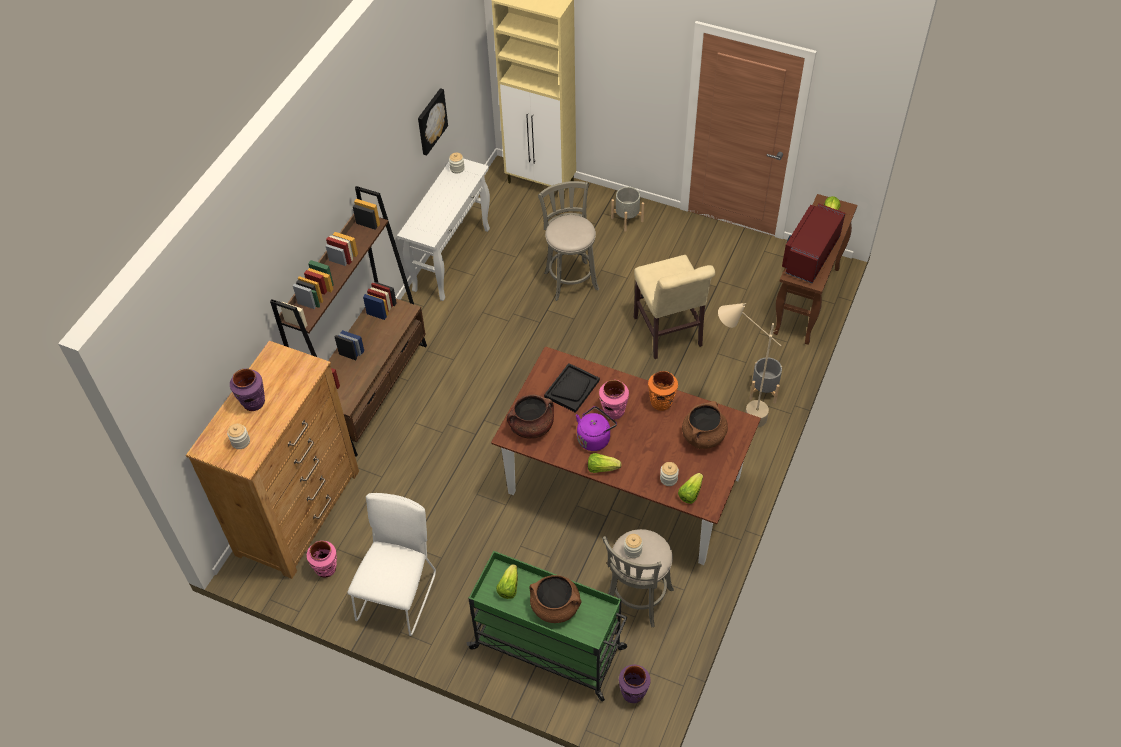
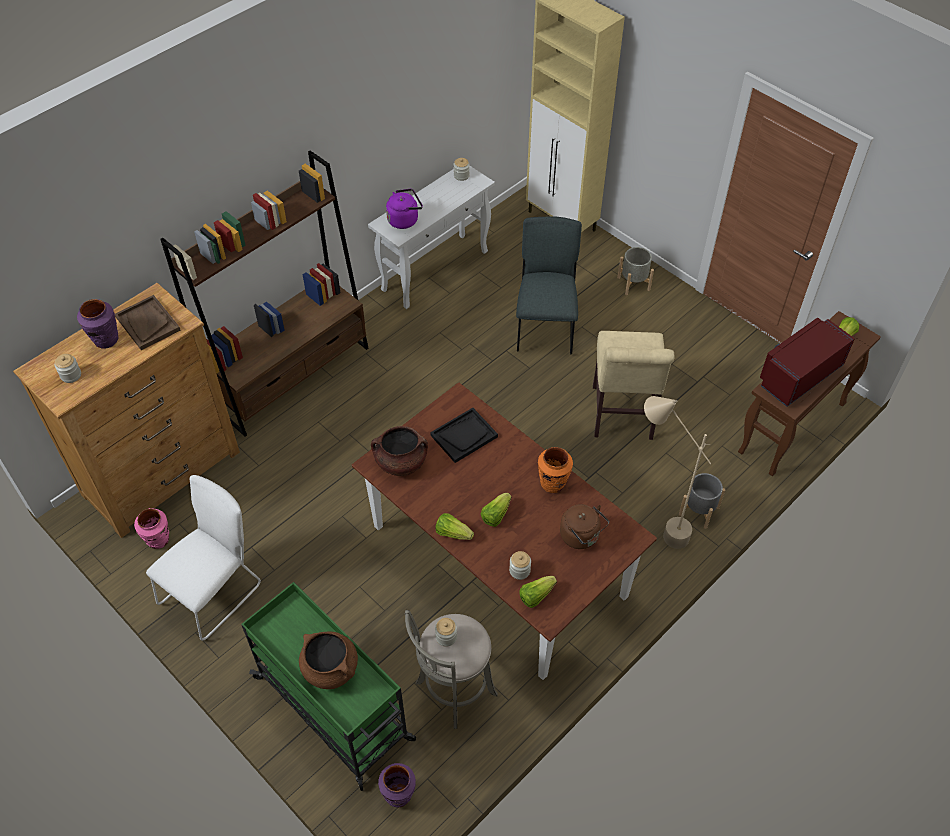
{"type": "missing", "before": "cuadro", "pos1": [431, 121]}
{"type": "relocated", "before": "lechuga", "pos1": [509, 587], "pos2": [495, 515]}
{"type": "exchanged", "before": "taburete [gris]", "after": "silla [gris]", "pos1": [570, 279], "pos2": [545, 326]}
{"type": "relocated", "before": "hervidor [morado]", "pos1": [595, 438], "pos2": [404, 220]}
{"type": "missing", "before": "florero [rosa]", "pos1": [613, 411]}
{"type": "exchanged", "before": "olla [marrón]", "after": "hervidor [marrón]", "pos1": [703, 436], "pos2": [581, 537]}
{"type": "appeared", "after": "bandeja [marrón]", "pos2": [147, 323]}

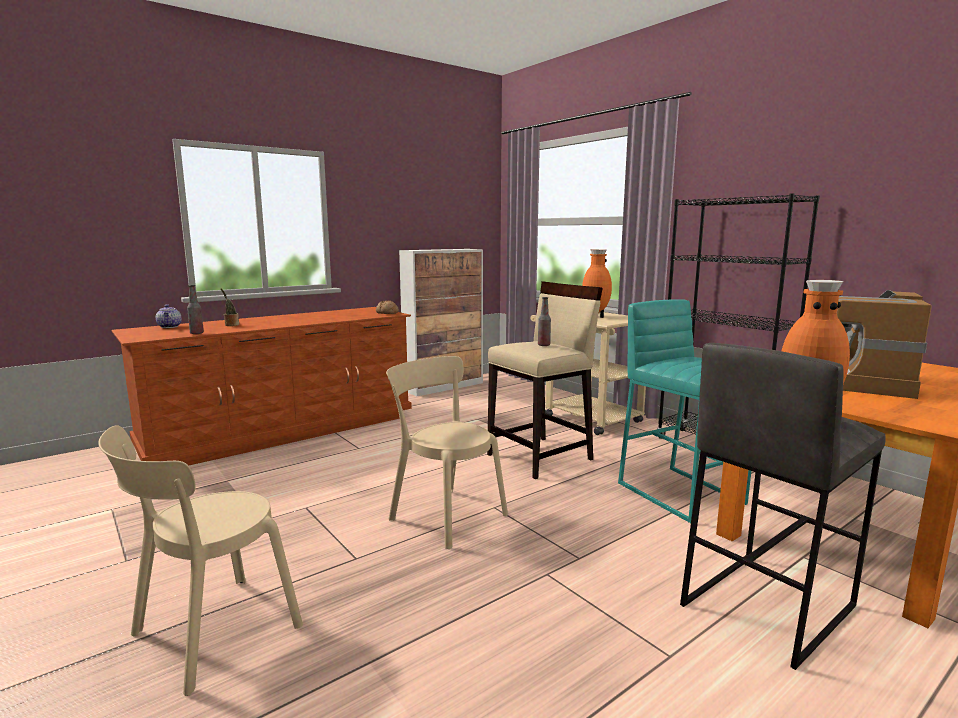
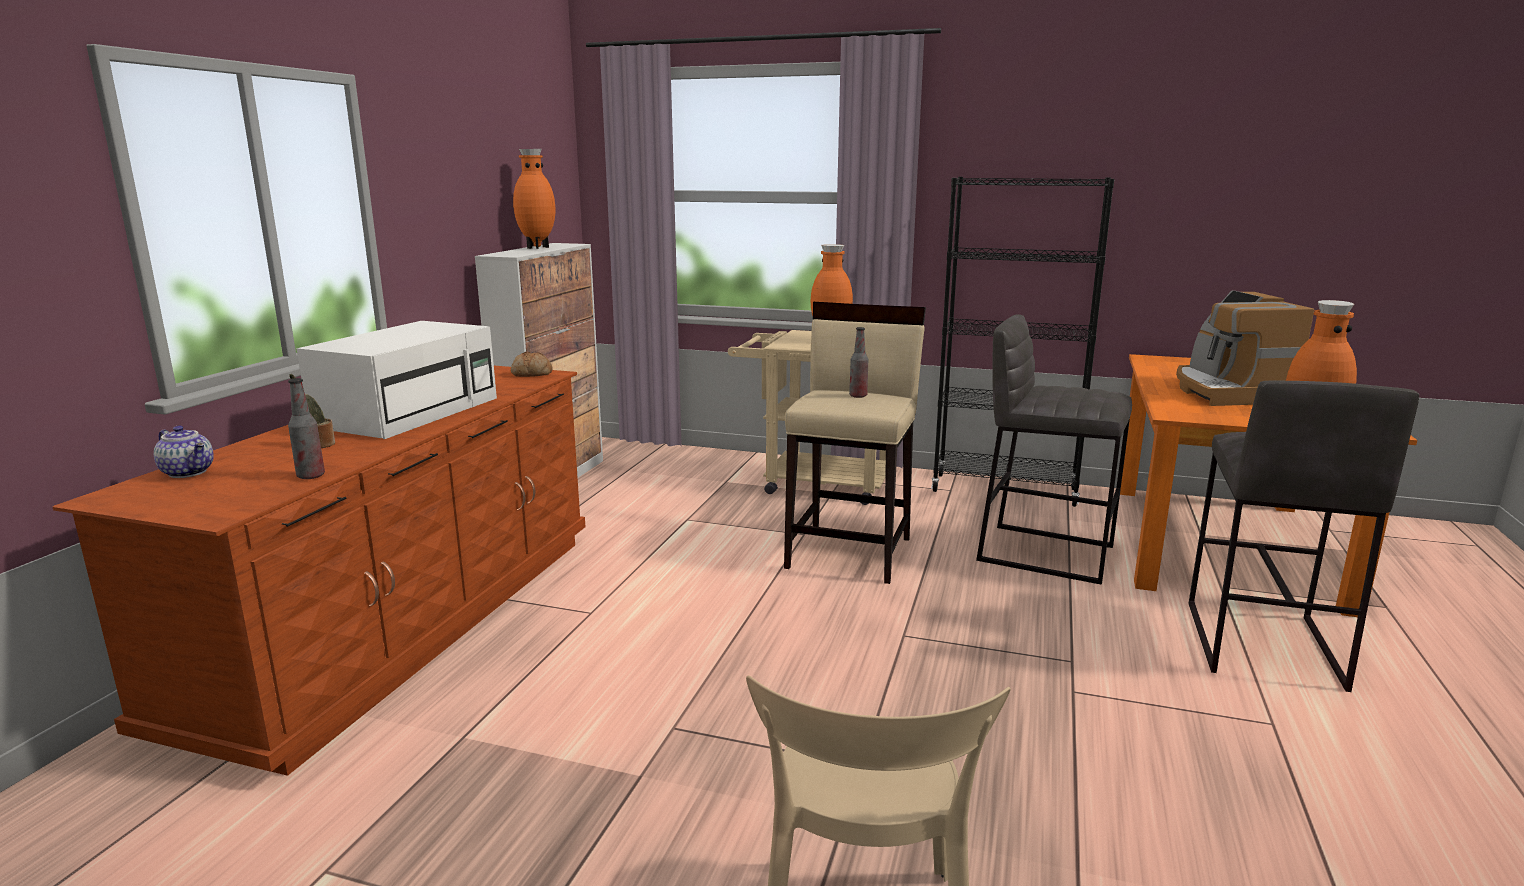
{"type": "missing", "before": "silla [beis]", "pos1": [445, 515]}
{"type": "colour", "before": "taburete [turquesa]", "after": "taburete [gris]", "pos1": [680, 492], "pos2": [1044, 552]}
{"type": "appeared", "after": "microondas [blanco]", "pos2": [410, 411]}
{"type": "appeared", "after": "florero [naranja]", "pos2": [537, 247]}

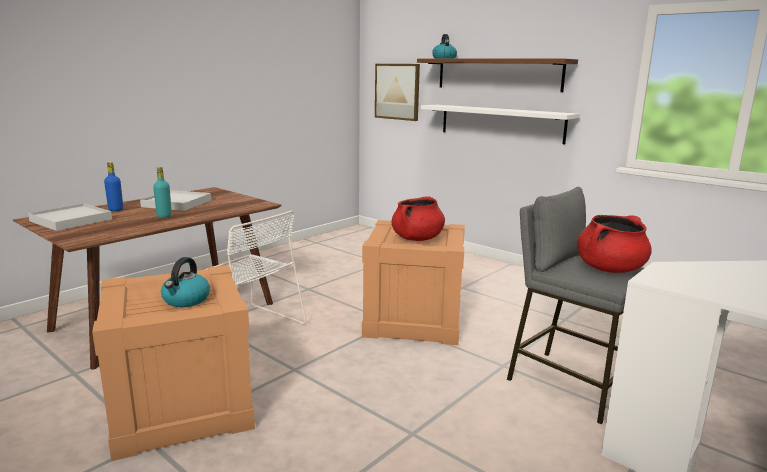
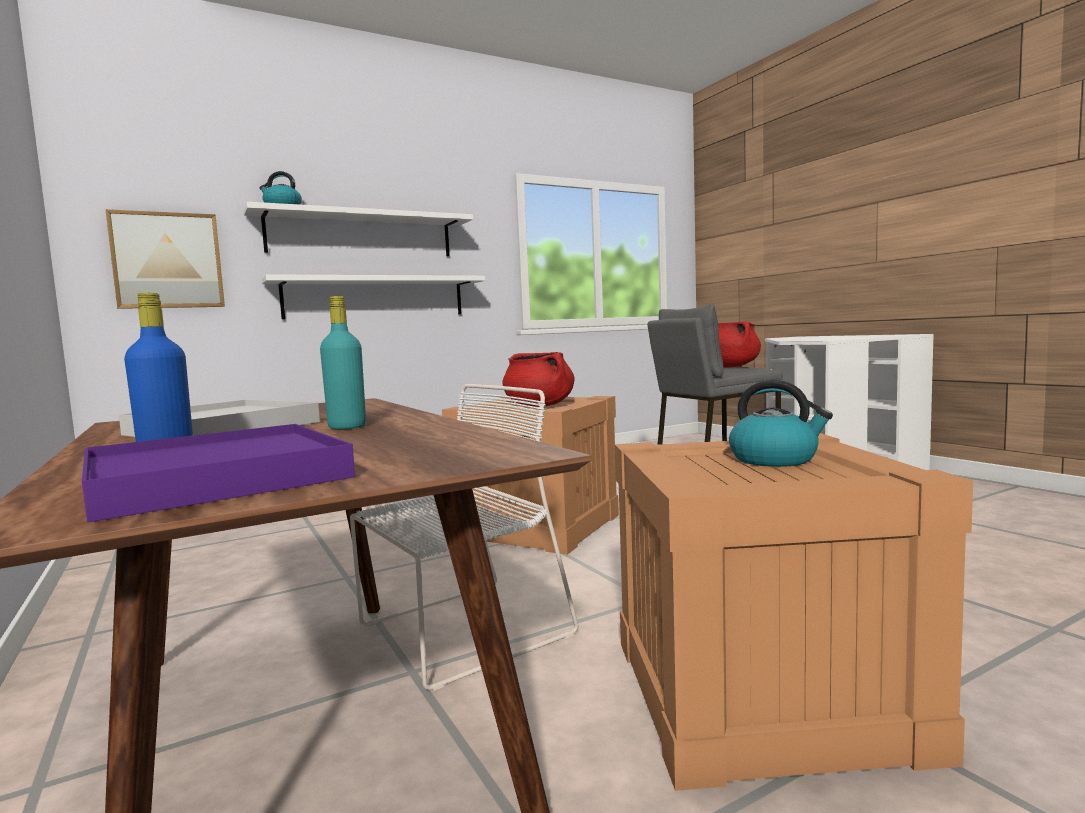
{"type": "colour", "before": "bandeja [blanco]", "after": "bandeja [morado]", "pos1": [71, 220], "pos2": [217, 478]}
{"type": "colour", "before": "estante [marrón]", "after": "estante [blanco]", "pos1": [497, 74], "pos2": [361, 235]}

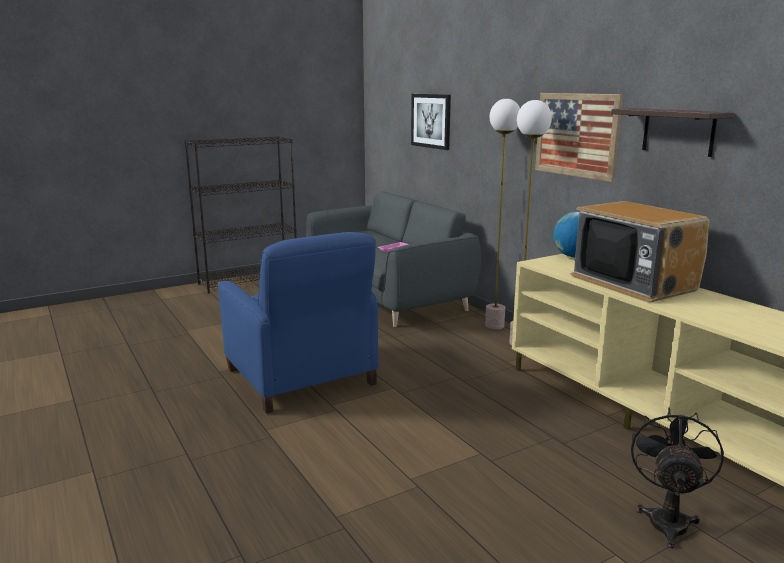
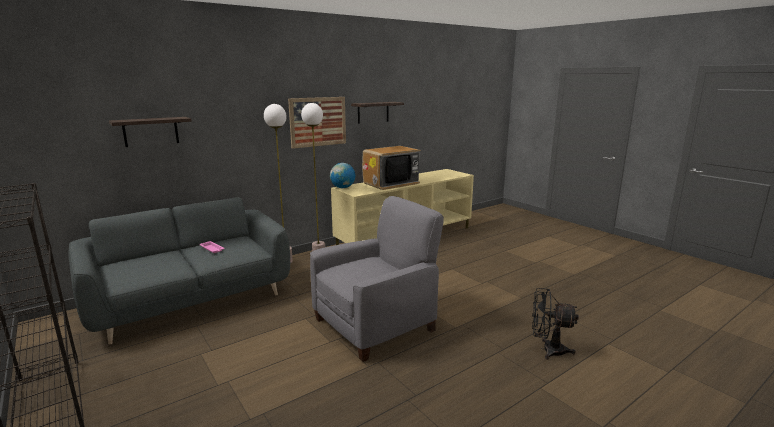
{"type": "colour", "before": "sillón [azul]", "after": "sillón [gris]", "pos1": [301, 377], "pos2": [375, 324]}
{"type": "exchanged", "before": "cuadro", "after": "estante", "pos1": [431, 121], "pos2": [151, 131]}
{"type": "relocated", "before": "ventilador [negro]", "pos1": [667, 519], "pos2": [547, 350]}

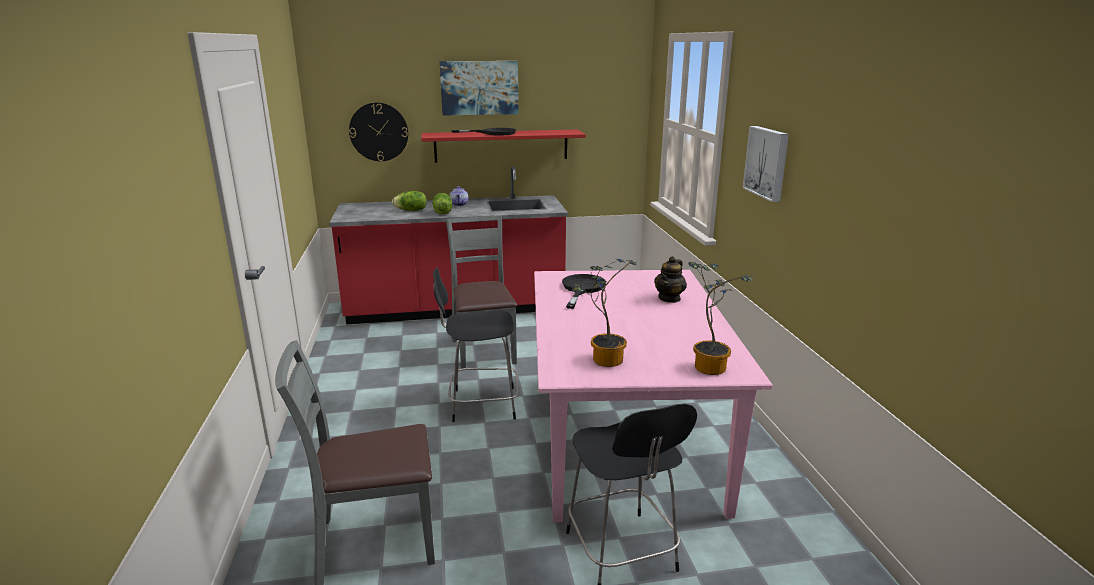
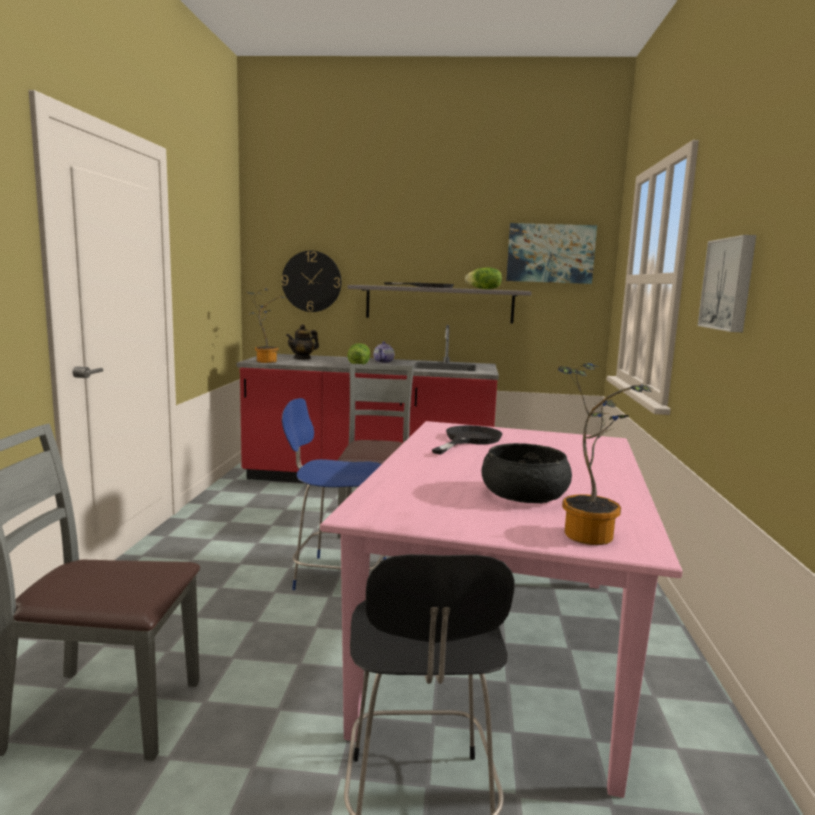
{"type": "relocated", "before": "lechuga", "pos1": [411, 211], "pos2": [484, 289]}
{"type": "colour", "before": "estante [rojo]", "after": "estante [gris]", "pos1": [501, 146], "pos2": [439, 304]}
{"type": "colour", "before": "taburete [negro]", "after": "taburete [azul]", "pos1": [481, 404], "pos2": [337, 576]}
{"type": "relocated", "before": "cuadro", "pos1": [479, 88], "pos2": [550, 253]}
{"type": "relocated", "before": "planta en maceta", "pos1": [603, 359], "pos2": [265, 361]}
{"type": "relocated", "before": "tetera", "pos1": [669, 298], "pos2": [302, 358]}
{"type": "appeared", "after": "cuenco [negro]", "pos2": [524, 494]}

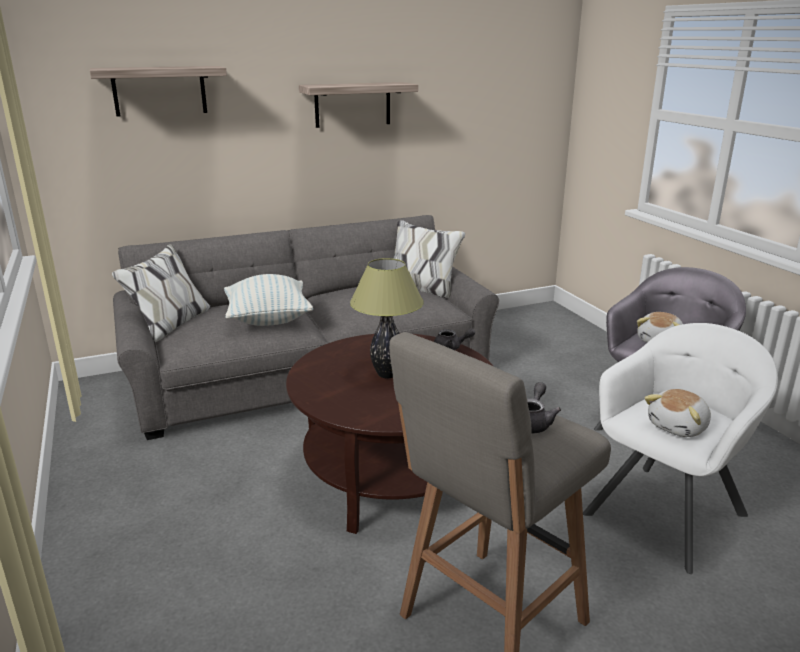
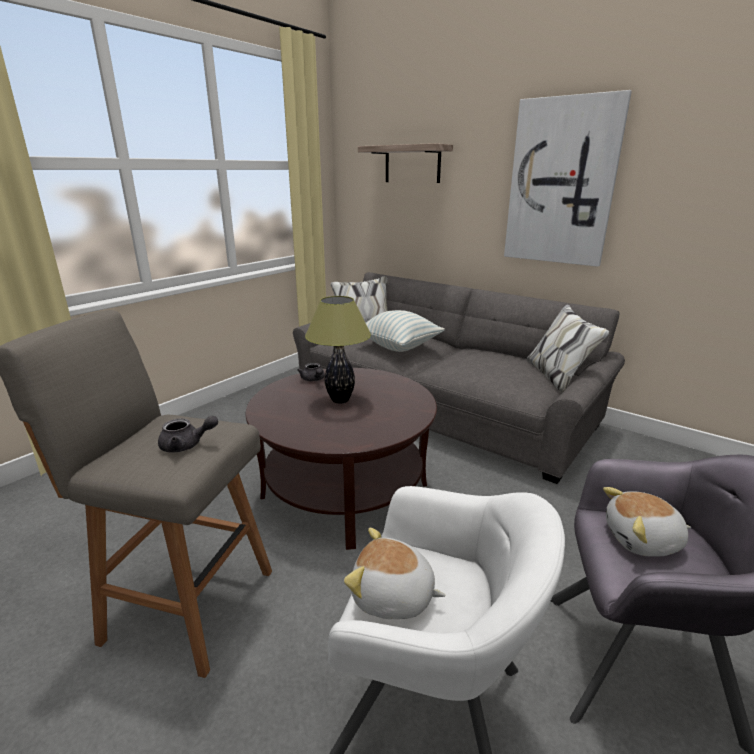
{"type": "exchanged", "before": "estante", "after": "cuadro", "pos1": [352, 104], "pos2": [561, 183]}
{"type": "relocated", "before": "tetera [gris]", "pos1": [451, 348], "pos2": [313, 380]}

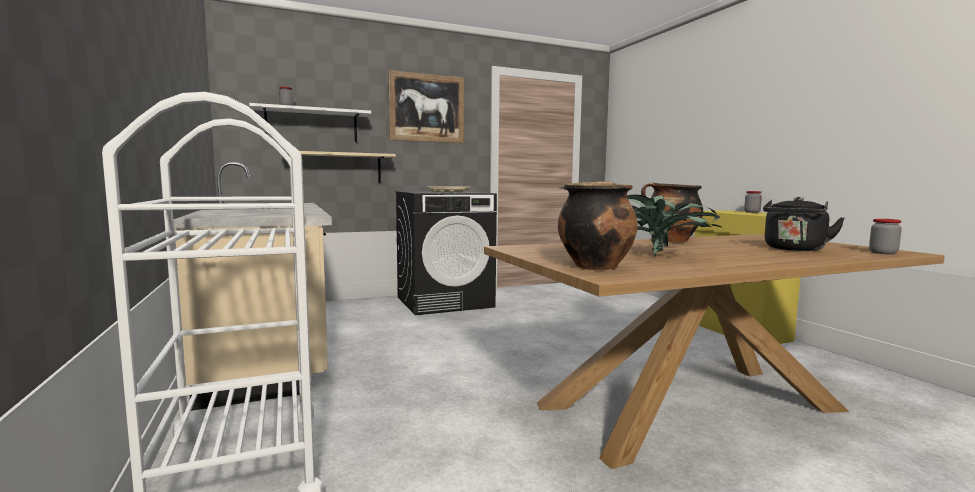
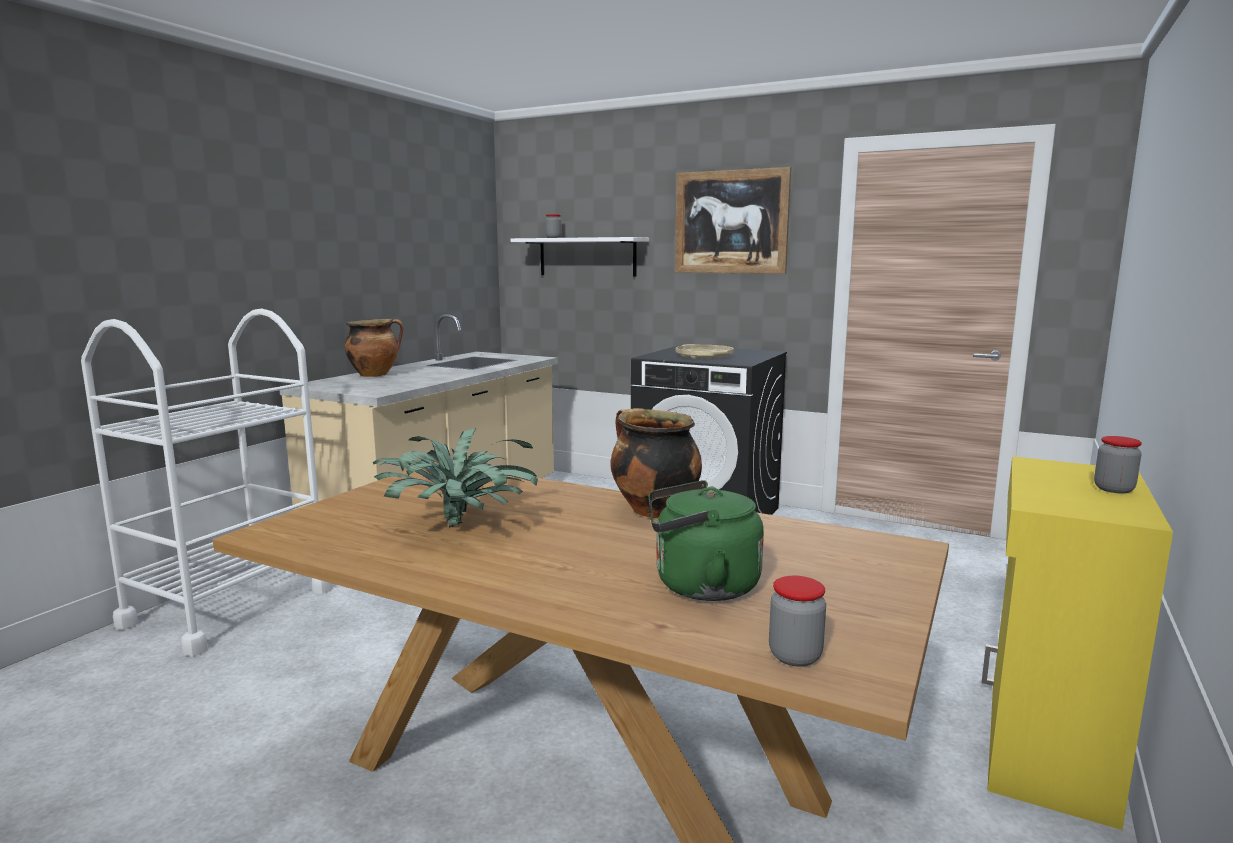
{"type": "missing", "before": "estante [beis]", "pos1": [337, 167]}
{"type": "relocated", "before": "olla", "pos1": [594, 266], "pos2": [375, 375]}
{"type": "colour", "before": "hervidor [negro]", "after": "hervidor [verde]", "pos1": [794, 249], "pos2": [700, 586]}

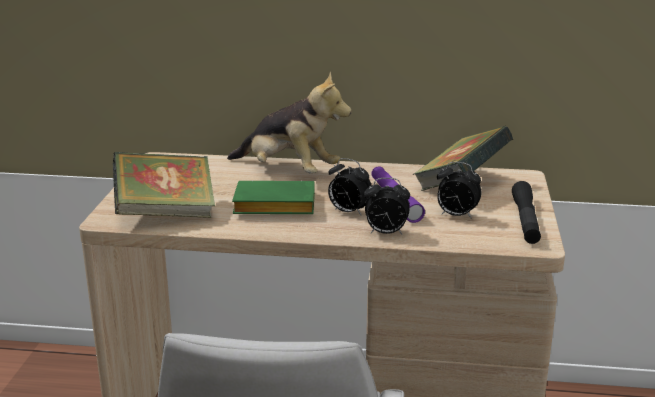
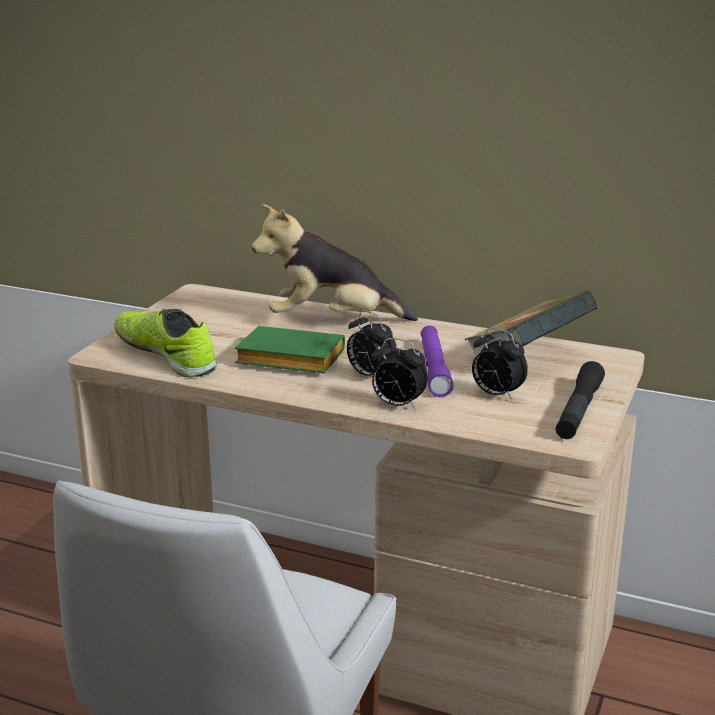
{"type": "exchanged", "before": "libro", "after": "zapato", "pos1": [166, 213], "pos2": [166, 354]}
{"type": "spun", "before": "peluche", "pos1": [288, 171], "pos2": [331, 321], "turn": 135}

